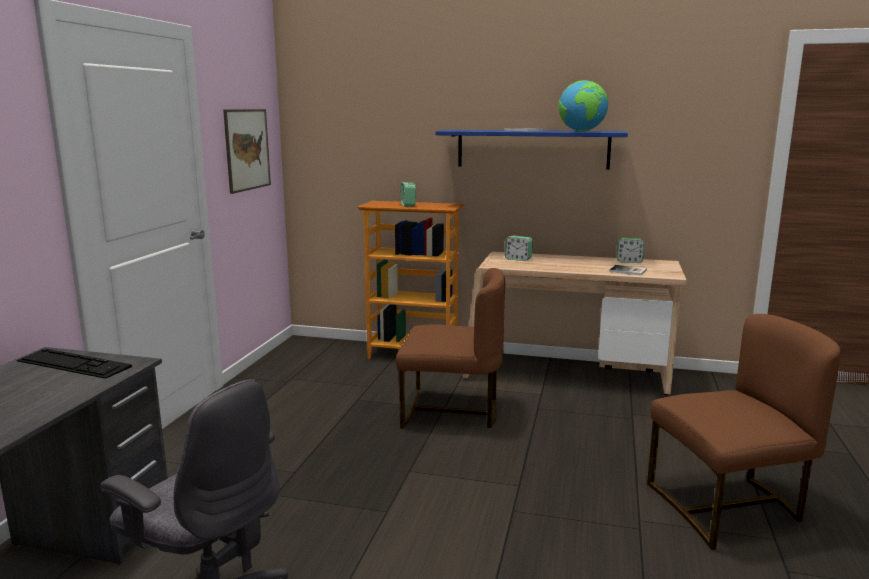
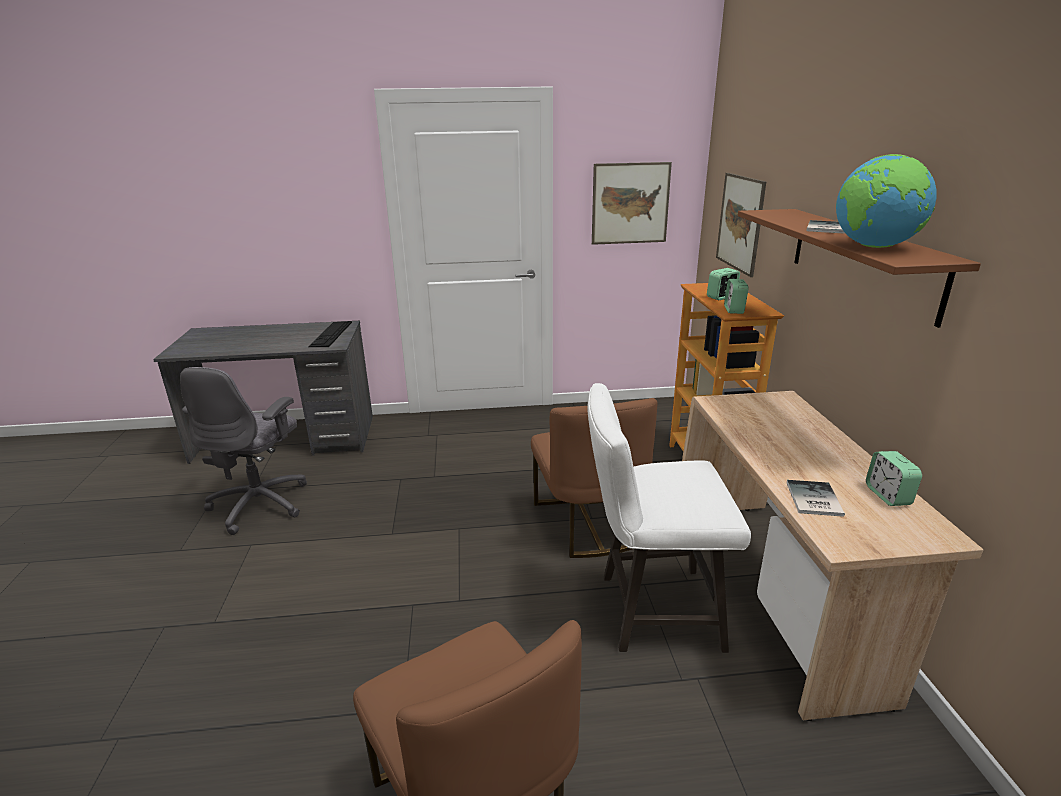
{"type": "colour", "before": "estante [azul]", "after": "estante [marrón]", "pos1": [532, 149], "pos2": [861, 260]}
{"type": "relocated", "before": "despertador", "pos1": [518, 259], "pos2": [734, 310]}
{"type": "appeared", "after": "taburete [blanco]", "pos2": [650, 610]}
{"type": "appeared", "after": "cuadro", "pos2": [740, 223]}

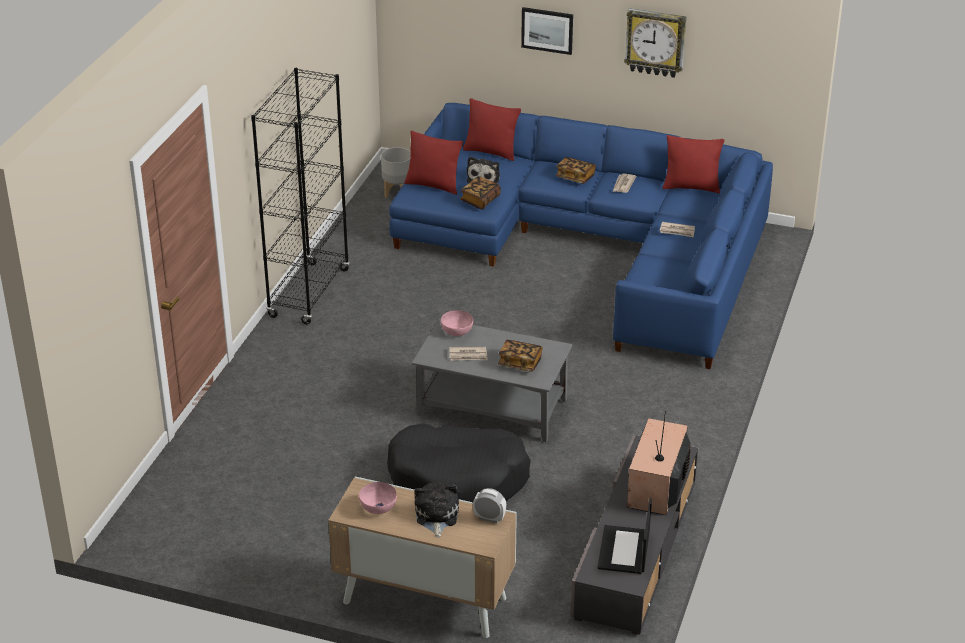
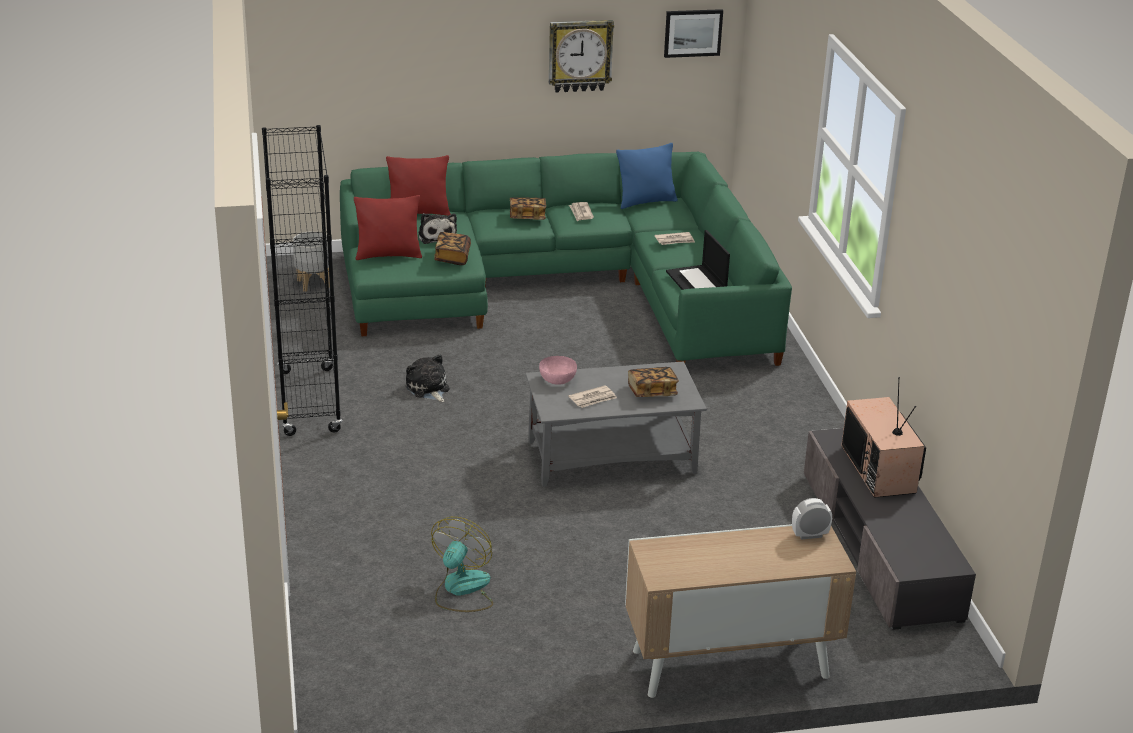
{"type": "missing", "before": "cuenco [rosa]", "pos1": [378, 507]}
{"type": "missing", "before": "cama para perro [negro]", "pos1": [458, 479]}
{"type": "colour", "before": "sofá [azul]", "after": "sofá [verde]", "pos1": [595, 248], "pos2": [566, 288]}
{"type": "relocated", "before": "peluche", "pos1": [436, 516], "pos2": [428, 389]}
{"type": "relocated", "before": "cuadro", "pos1": [547, 30], "pos2": [693, 33]}
{"type": "relocated", "before": "portátil", "pos1": [624, 551], "pos2": [697, 282]}
{"type": "colour", "before": "cojín [rojo]", "after": "cojín [azul]", "pos1": [691, 187], "pos2": [646, 201]}
{"type": "appeared", "after": "ventilador", "pos2": [461, 590]}

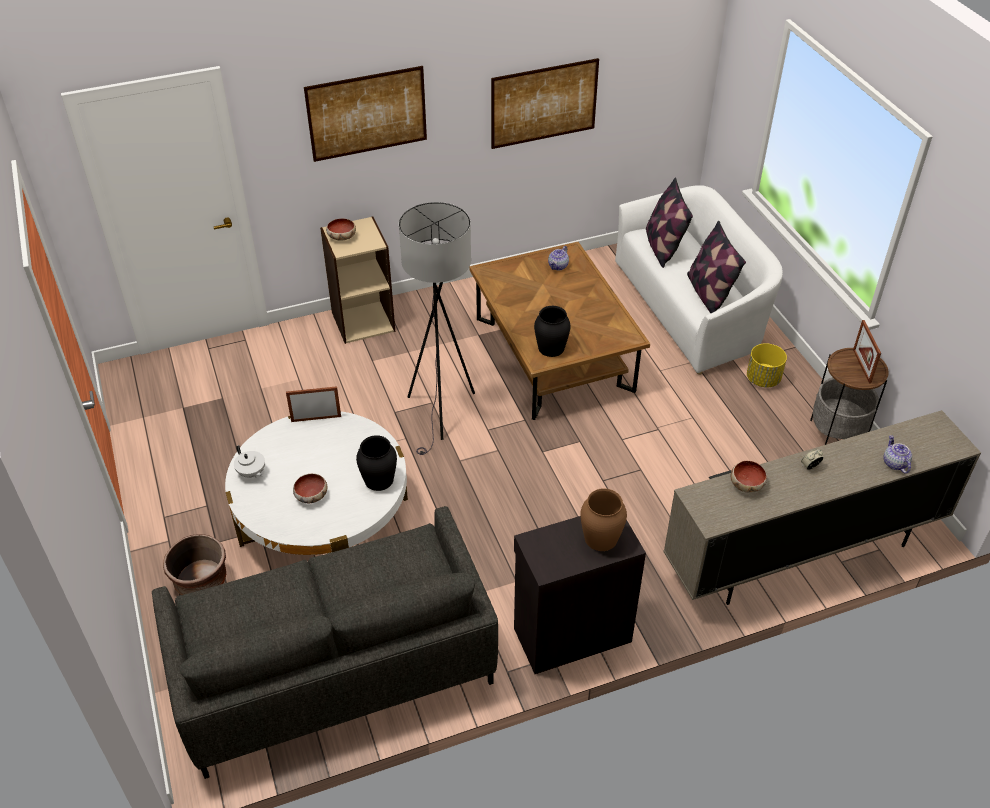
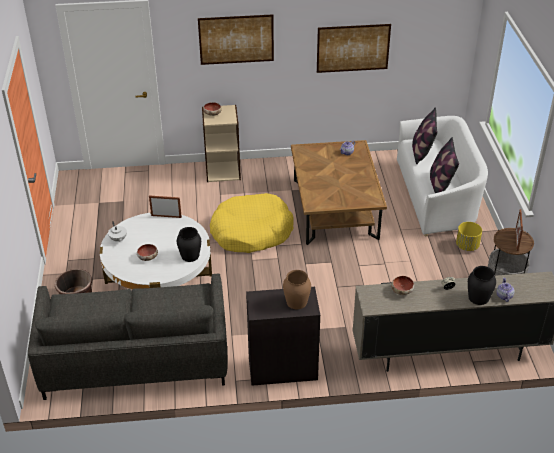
{"type": "exchanged", "before": "lámpara de pie [gris]", "after": "cama para perro [amarillo]", "pos1": [442, 414], "pos2": [251, 232]}
{"type": "relocated", "before": "florero [negro]", "pos1": [551, 348], "pos2": [478, 298]}

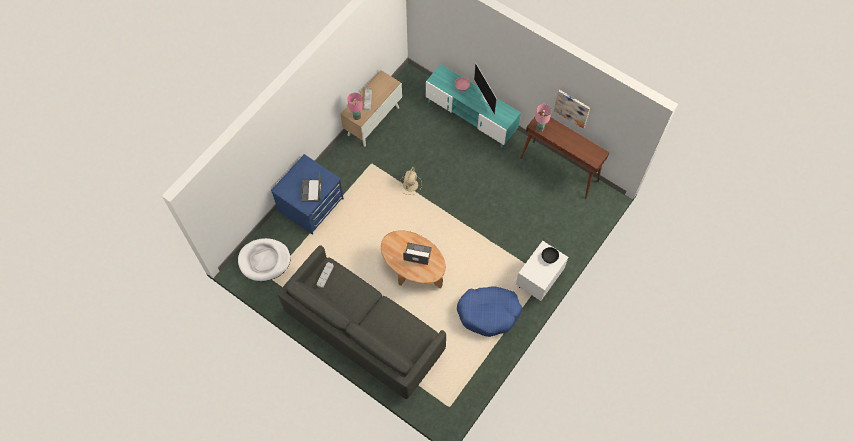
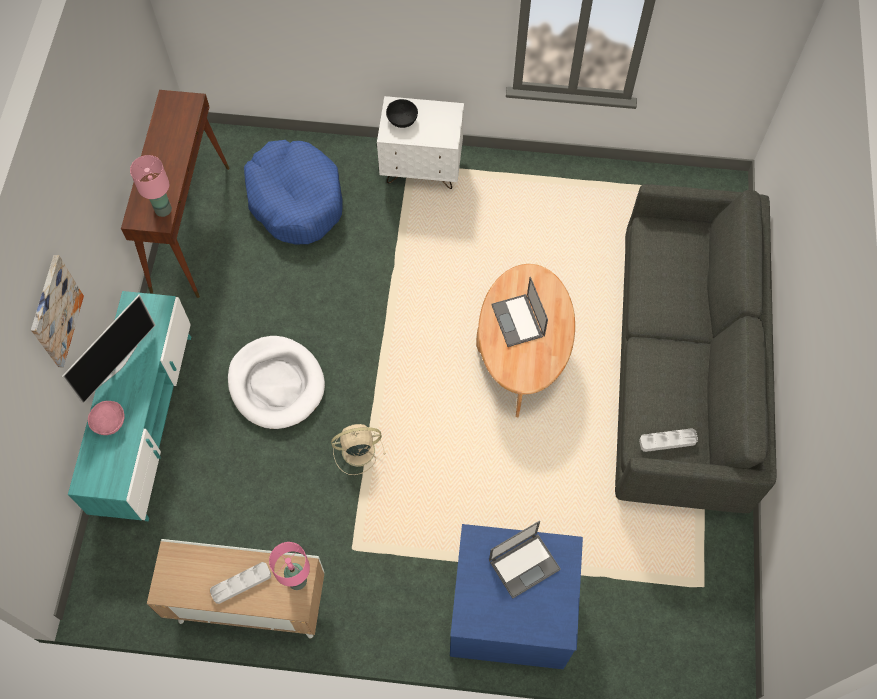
{"type": "relocated", "before": "cama para perro [blanco]", "pos1": [264, 260], "pos2": [276, 384]}
{"type": "relocated", "before": "cama para perro [azul]", "pos1": [488, 313], "pos2": [295, 200]}
{"type": "relocated", "before": "cuadro", "pos1": [572, 108], "pos2": [55, 311]}

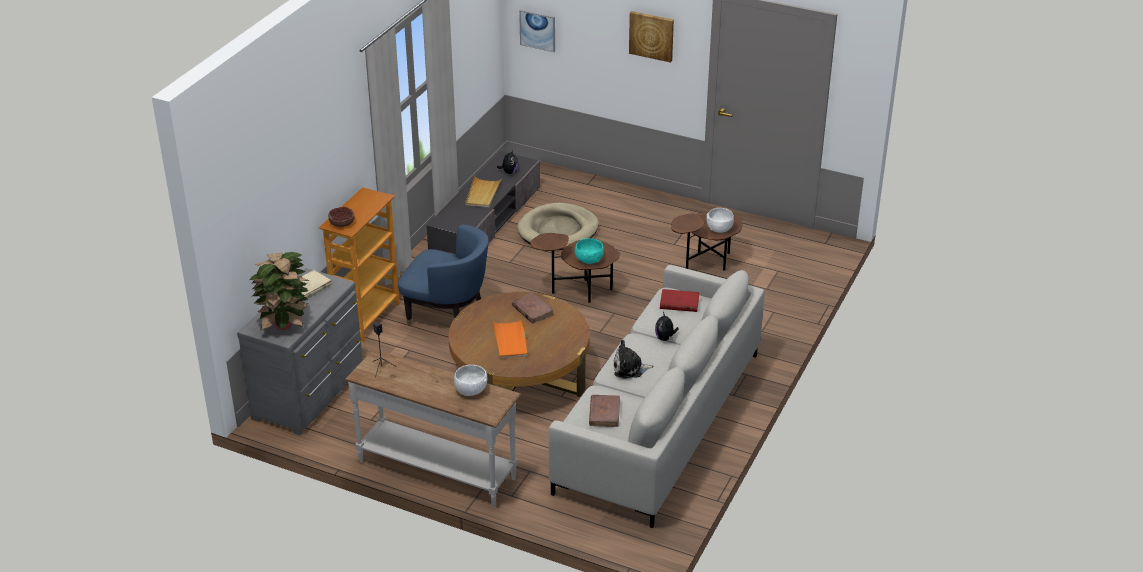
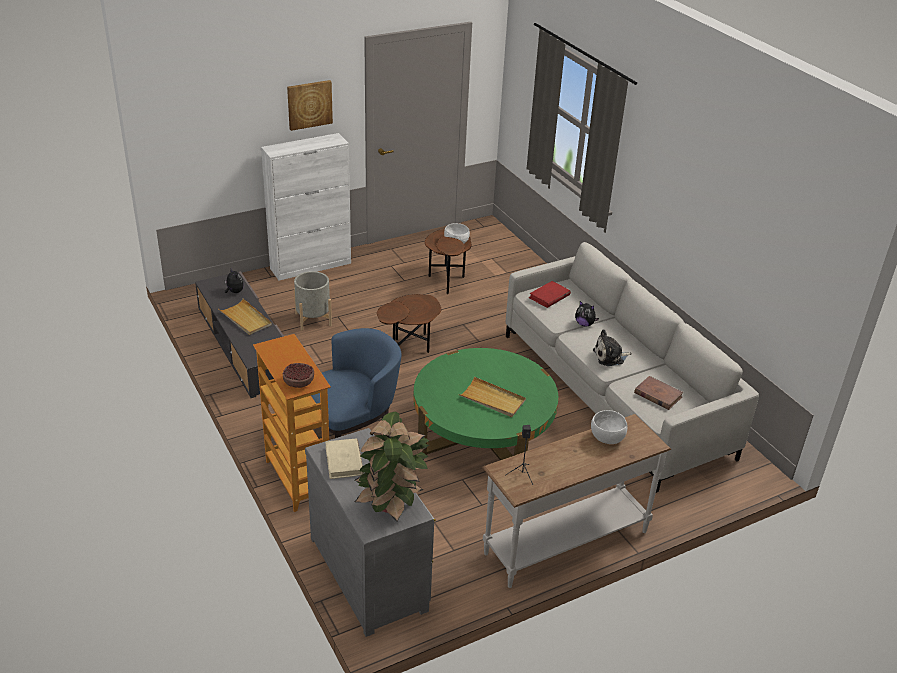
{"type": "colour", "before": "mesa de centro [marrón]", "after": "mesa de centro [verde]", "pos1": [520, 374], "pos2": [482, 432]}
{"type": "colour", "before": "bandeja [naranja]", "after": "bandeja [beis]", "pos1": [510, 340], "pos2": [492, 399]}
{"type": "missing", "before": "libro [marrón]", "pos1": [532, 310]}
{"type": "exchanged", "before": "cama para perro [beis]", "after": "maceta [gris]", "pos1": [558, 230], "pos2": [313, 319]}
{"type": "missing", "before": "cuadro", "pos1": [537, 30]}
{"type": "missing", "before": "cuenco [turquesa]", "pos1": [588, 259]}
{"type": "spun", "before": "peluche", "pos1": [630, 369], "pos2": [610, 357], "turn": 45}
{"type": "appeared", "after": "armario [blanco]", "pos2": [311, 266]}

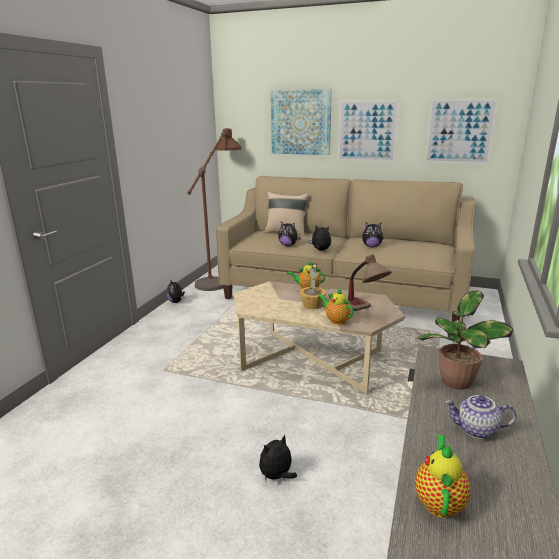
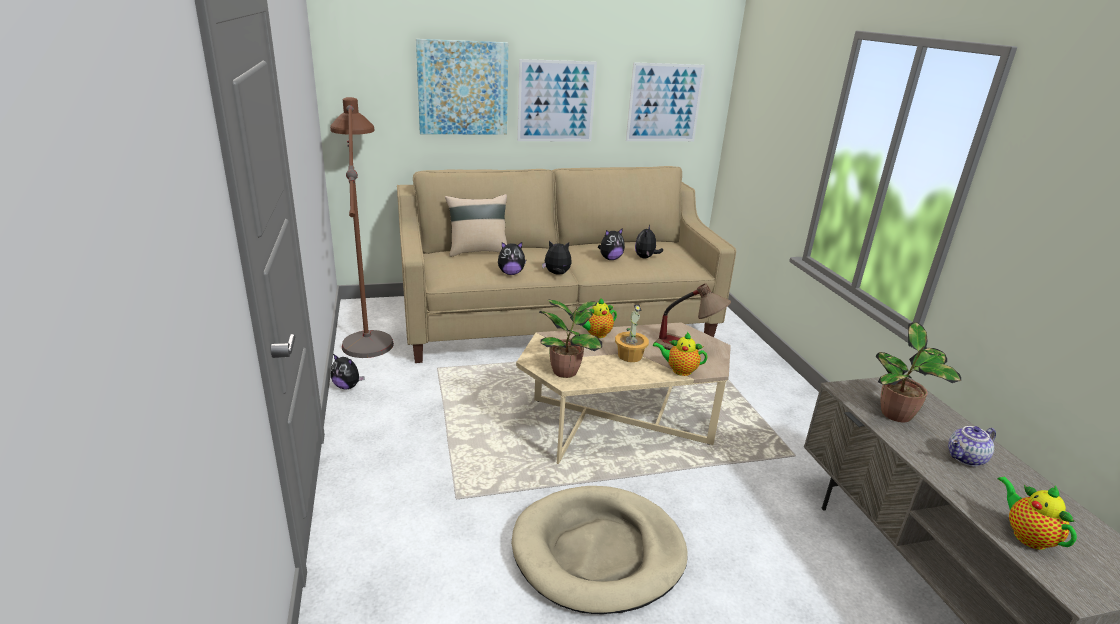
{"type": "relocated", "before": "peluche", "pos1": [277, 476], "pos2": [645, 257]}
{"type": "appeared", "after": "cama para perro [beis]", "pos2": [598, 552]}
{"type": "appeared", "after": "planta en maceta", "pos2": [566, 371]}

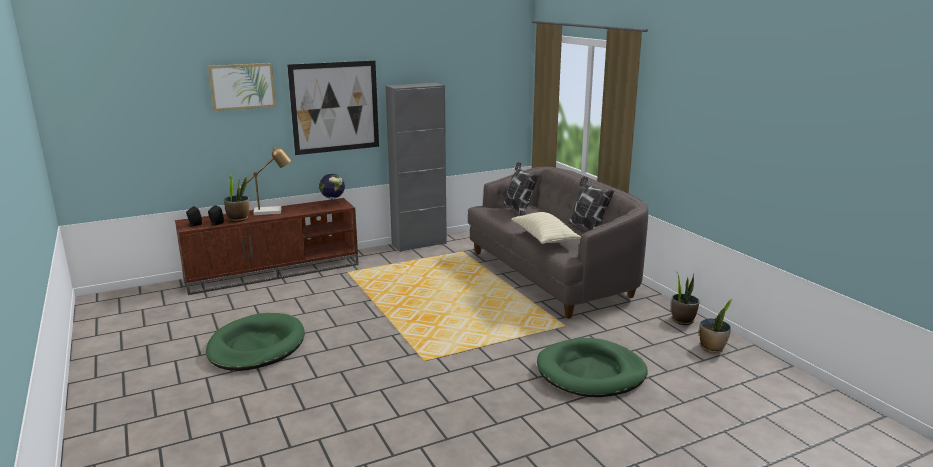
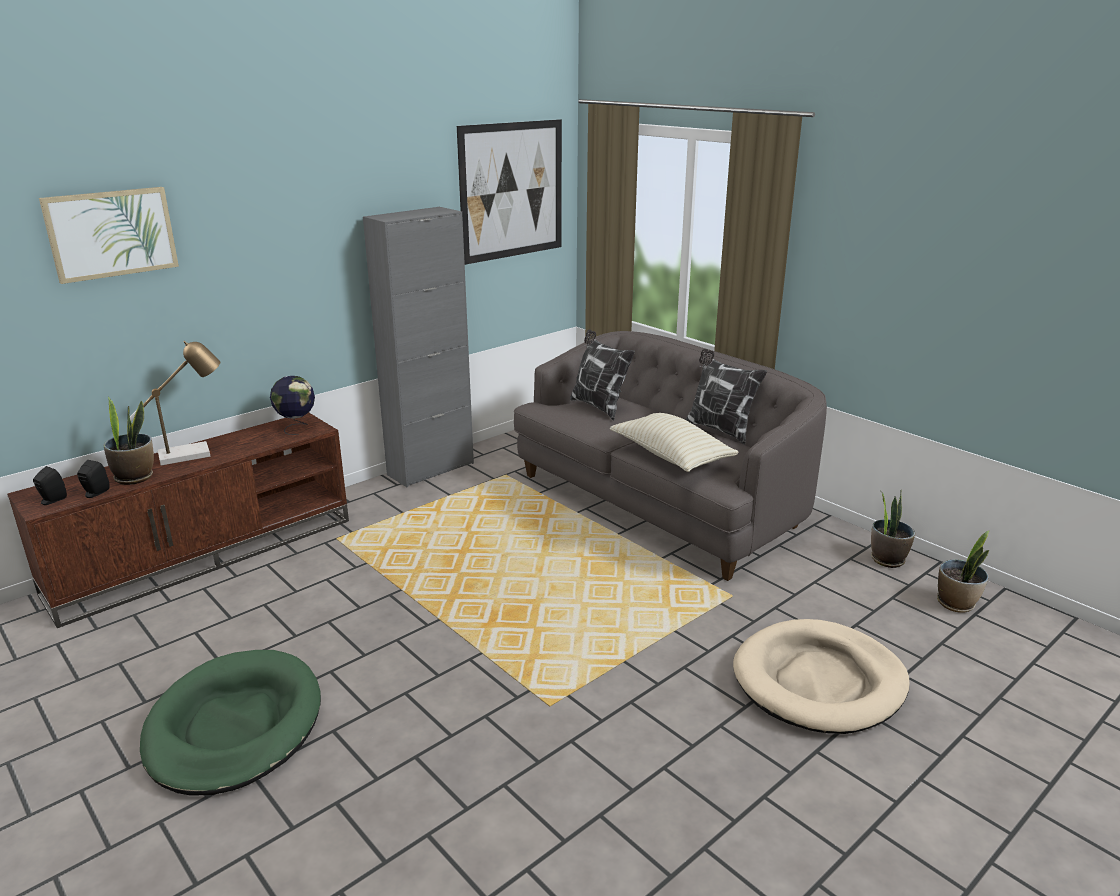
{"type": "relocated", "before": "cuadro", "pos1": [335, 107], "pos2": [512, 190]}
{"type": "colour", "before": "cama para perro [verde]", "after": "cama para perro [beis]", "pos1": [591, 372], "pos2": [819, 681]}

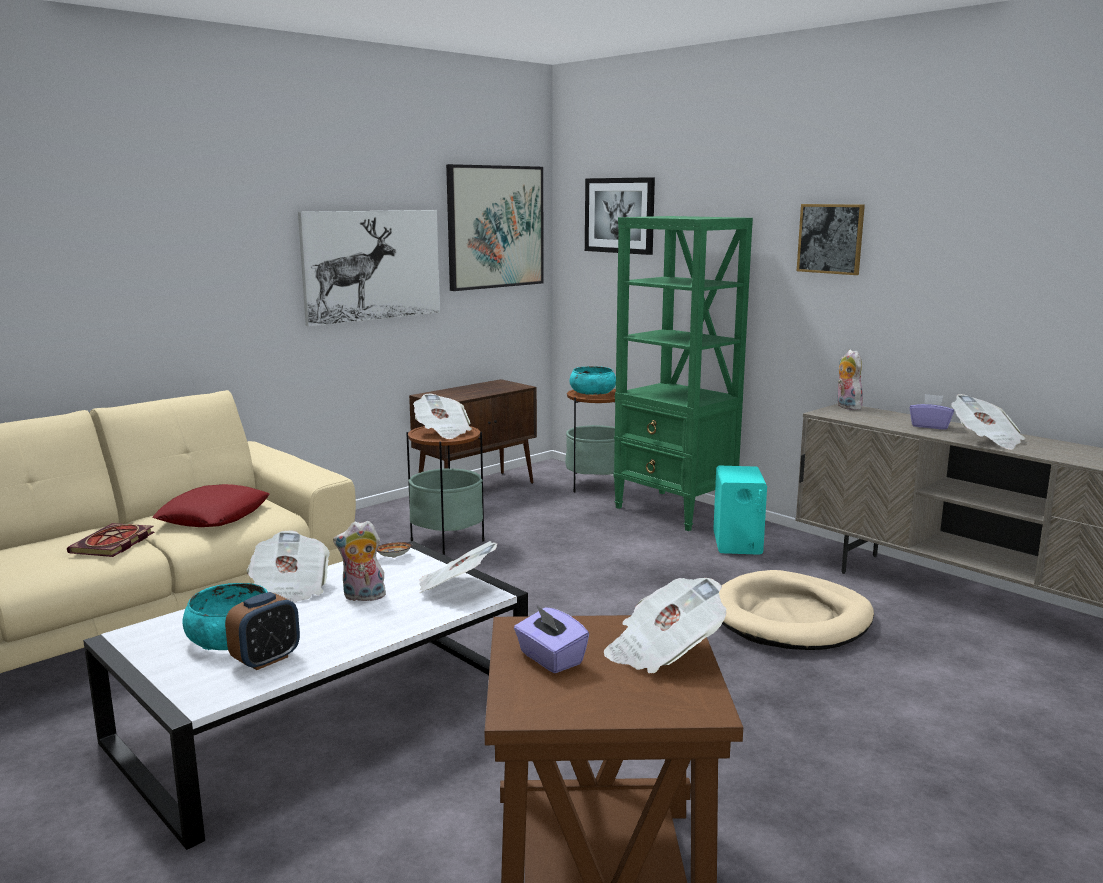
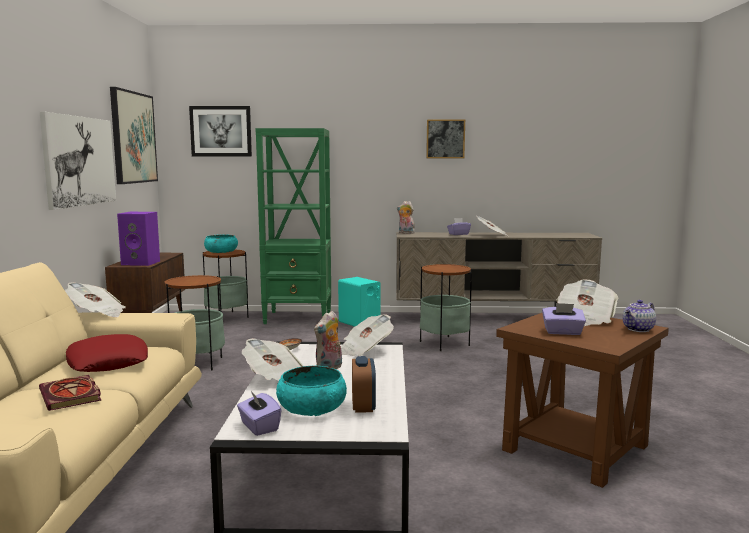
{"type": "relocated", "before": "periódico", "pos1": [443, 432], "pos2": [97, 314]}
{"type": "exchanged", "before": "cama para perro [beis]", "after": "mesa auxiliar", "pos1": [790, 618], "pos2": [444, 343]}
{"type": "relocated", "before": "cuadro", "pos1": [830, 238], "pos2": [445, 139]}
{"type": "appeared", "after": "altavoz [morado]", "pos2": [142, 263]}
{"type": "appeared", "after": "caja de pañuelos [morado]", "pos2": [259, 427]}
{"type": "appeared", "after": "tetera", "pos2": [638, 329]}

